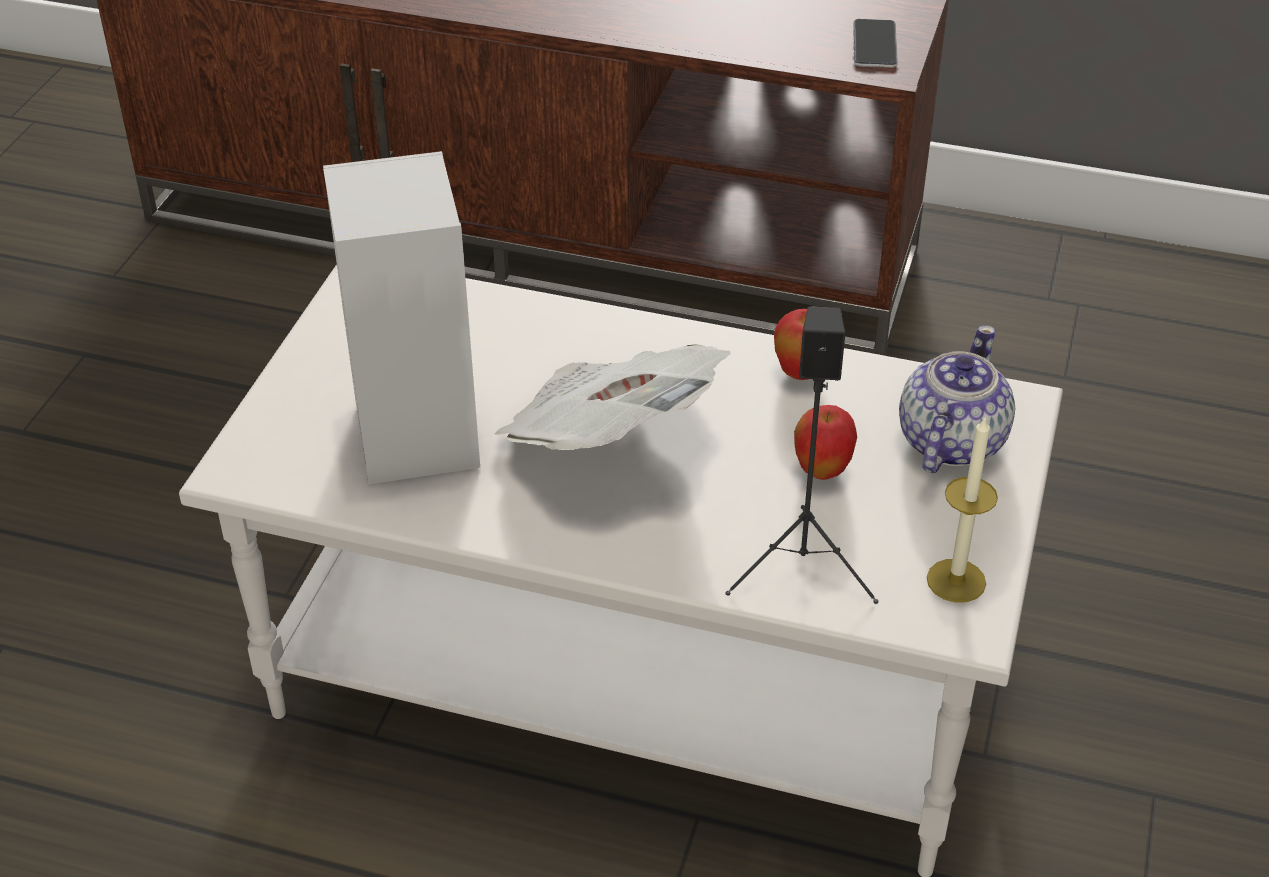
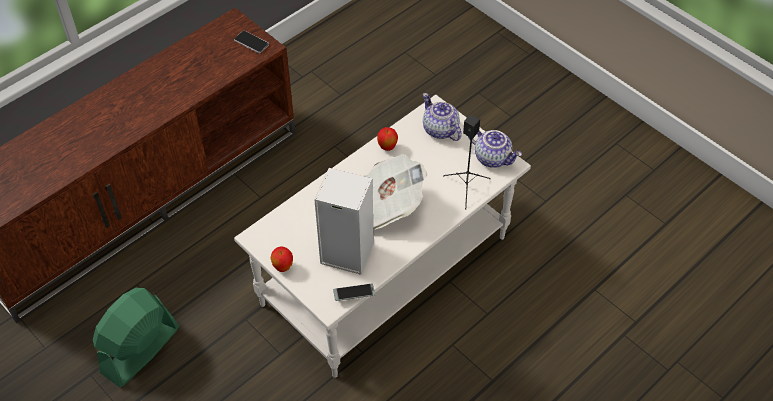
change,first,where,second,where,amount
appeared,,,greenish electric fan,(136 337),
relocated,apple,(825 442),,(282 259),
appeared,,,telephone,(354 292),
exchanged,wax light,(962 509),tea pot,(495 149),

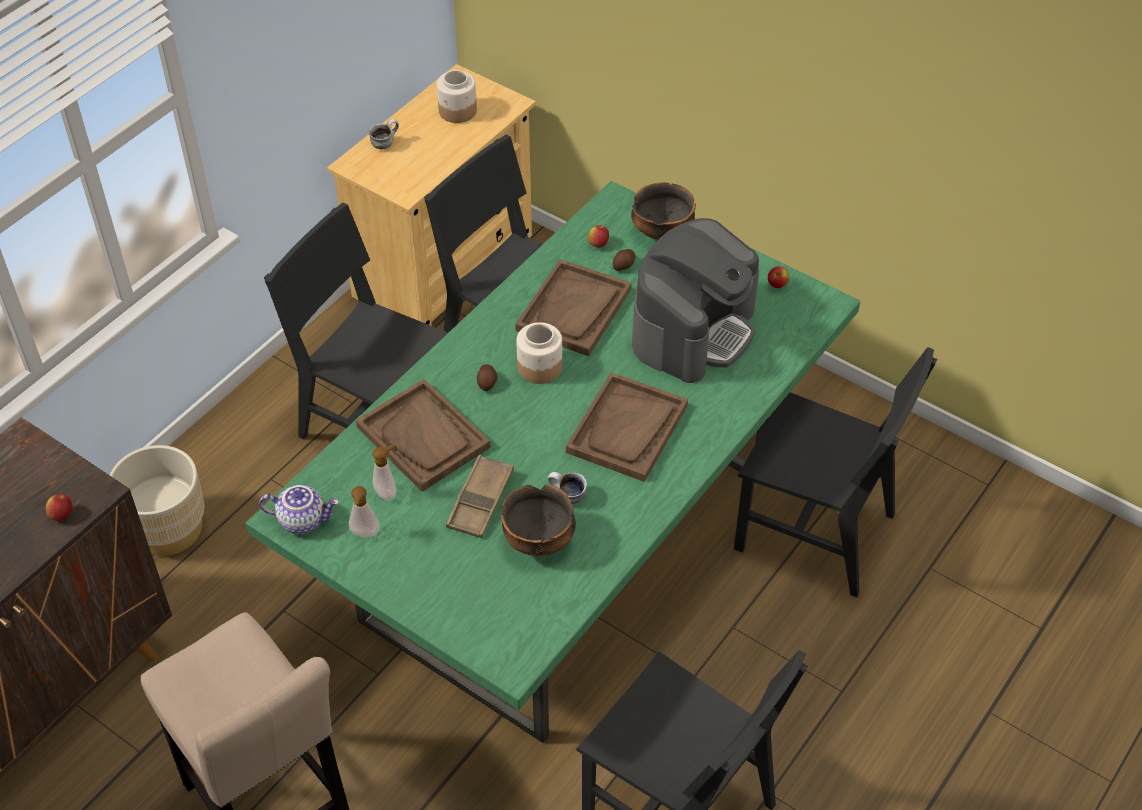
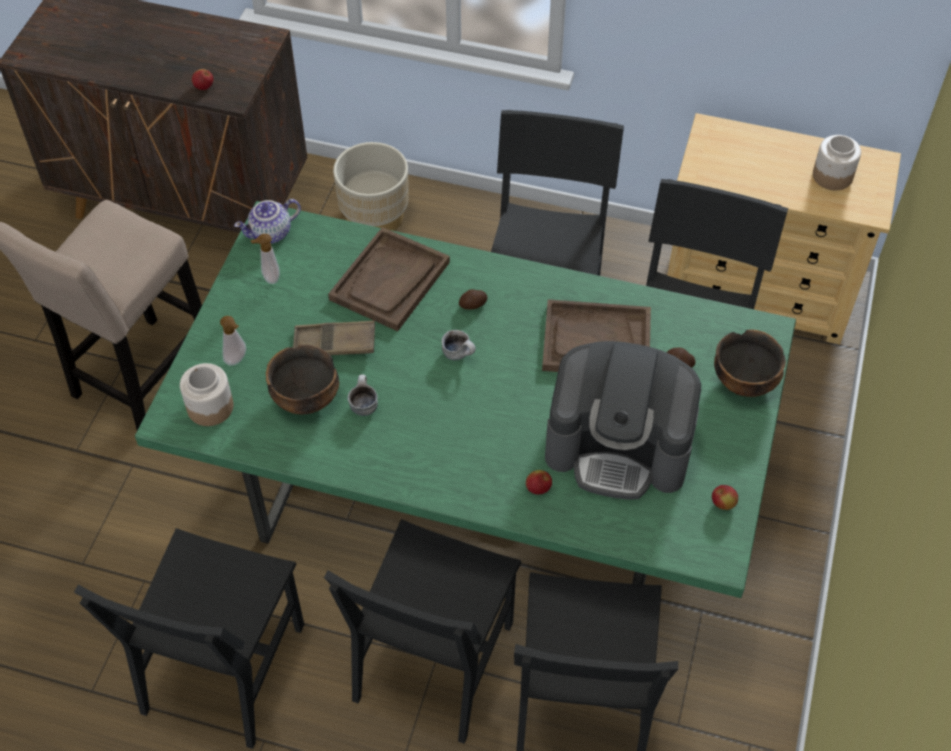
change,first,where,second,where,amount
relocated,preserve jar,(539 353),,(206 394),
relocated,soap bottle,(384 472),,(233 341),
spun,tea pot,(299 509),,(267 221),75 degrees clockwise
appeared,,,black-coloured chair,(422 631),
relocated,mug,(383 134),,(459 345),
relocated,apple,(598 236),,(539 482),
missing,brownish serving tray,(627 427),,,

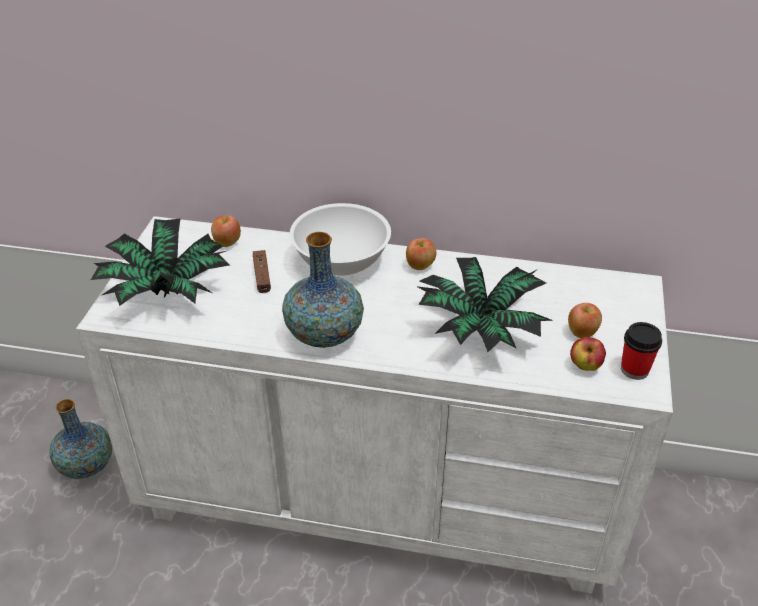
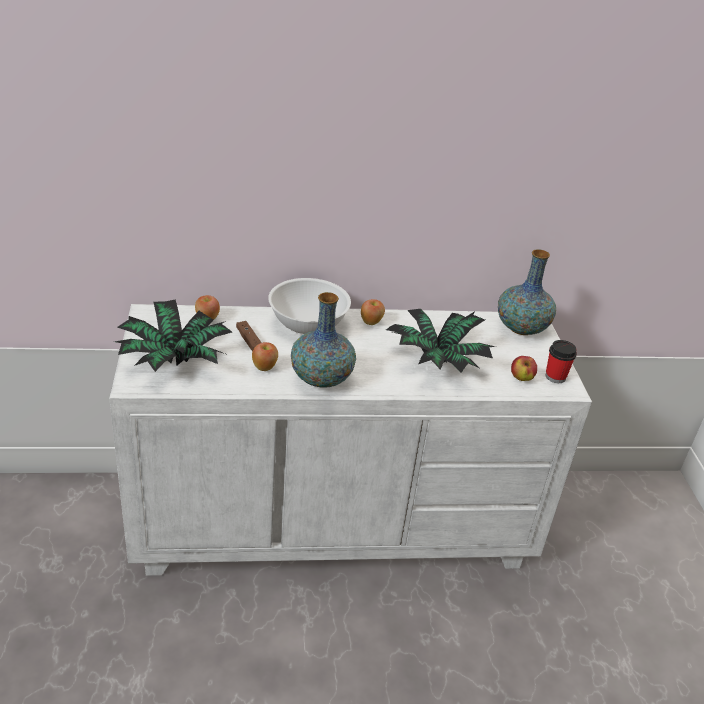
change,first,where,second,where,amount
relocated,apple,(585 320),,(265 356),
relocated,vase,(80 439),,(527 292),

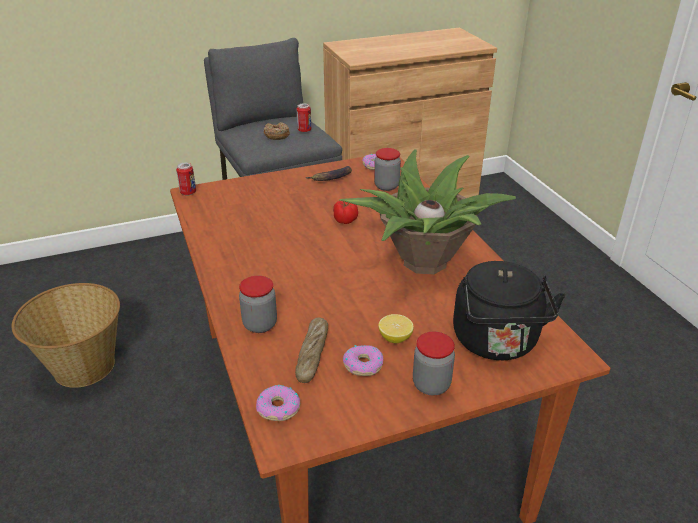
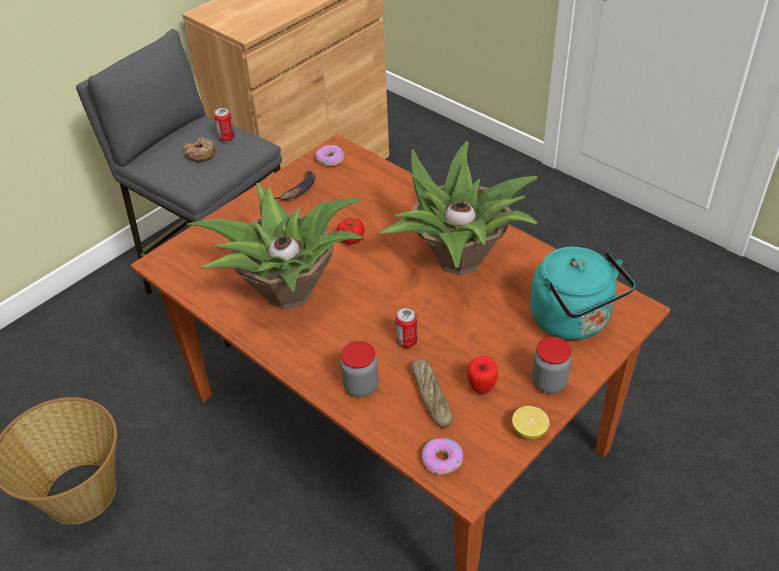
change,first,where,second,where,amount
appeared,,,houseplant,(274 246),
relocated,sealed can,(186 179),,(406 328),
exchanged,donut,(363 360),apple,(482 375),
relocated,lemon,(395 328),,(531 423),
colour,black-coloured water kettle,(509 310),blue-green water kettle,(582 293),
missing,preserve jar,(387 169),,,

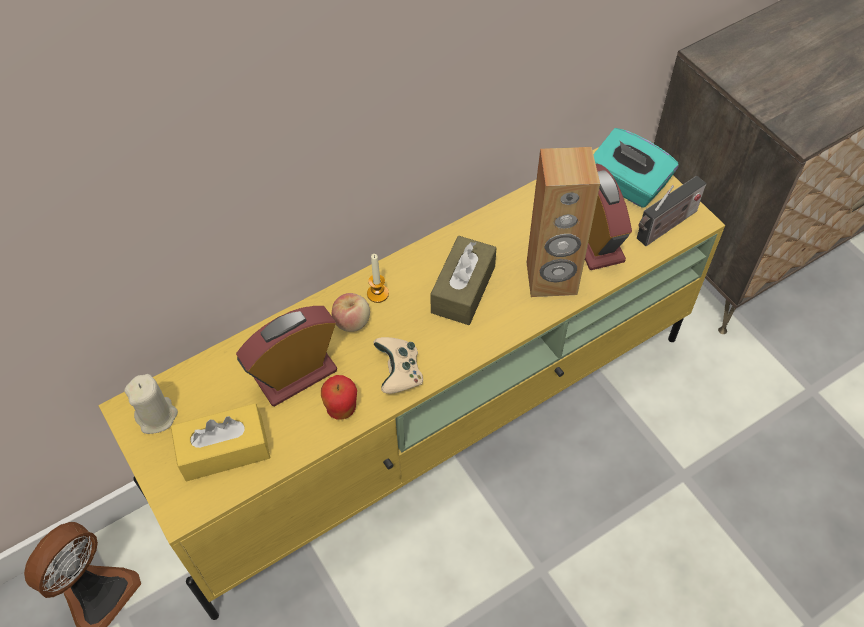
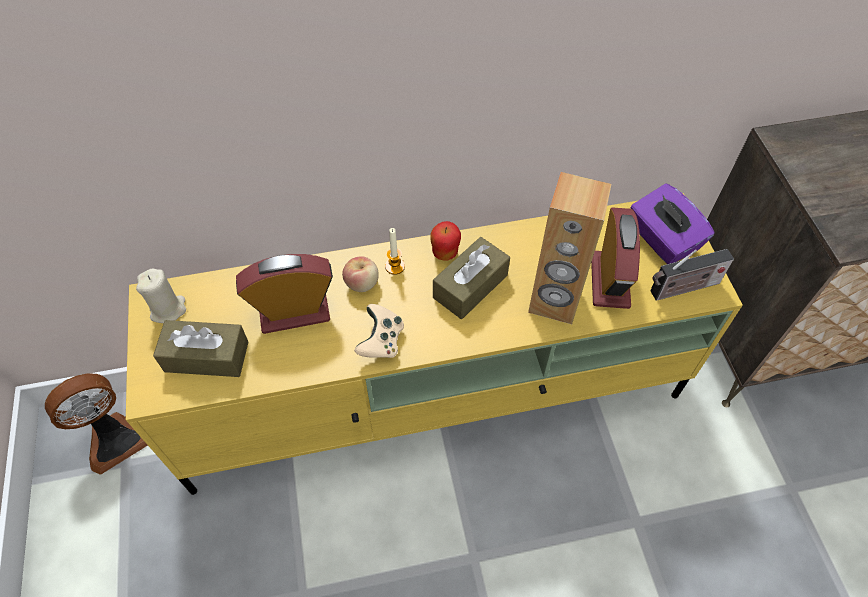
change,first,where,second,where,amount
colour,yellowish tissue holder,(220 442),brownish tissue holder,(200 348),
relocated,apple,(339 397),,(445 241),
colour,blue-green tissue holder,(635 168),purple tissue holder,(672 223),

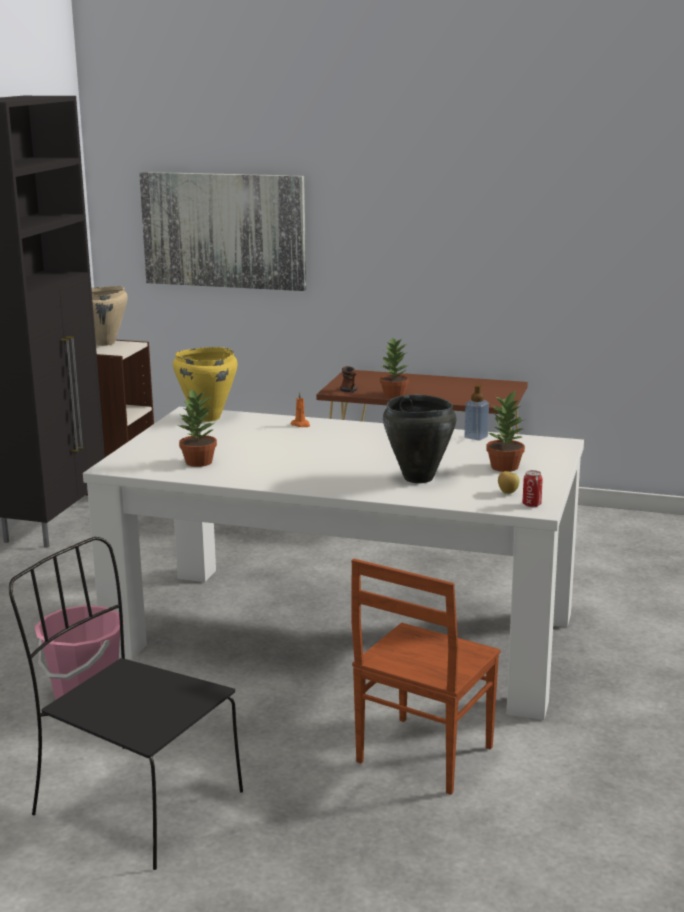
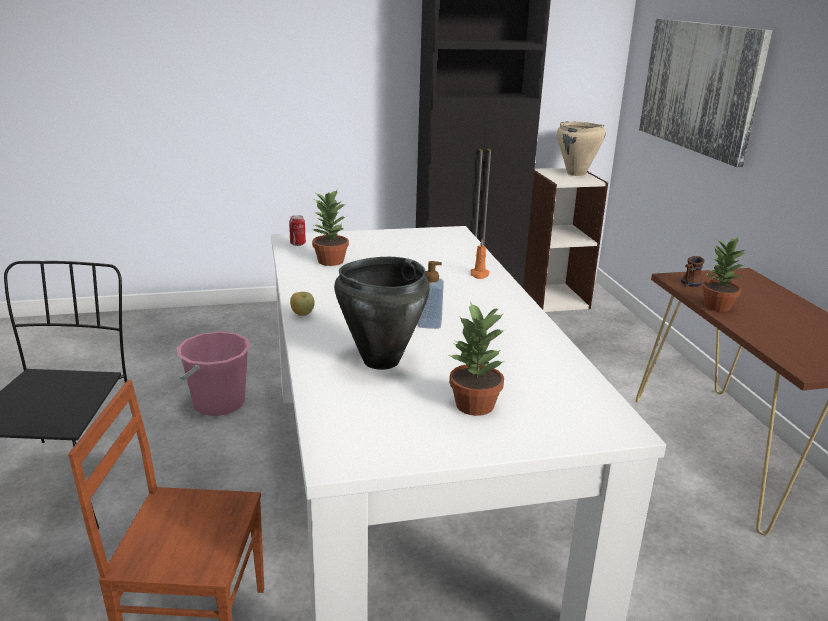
change,first,where,second,where,amount
relocated,sealed can,(533 488),,(297 230),
relocated,apple,(508 482),,(302 304),
relocated,soap bottle,(476 412),,(430 295),
missing,yellowish cooking pot,(205 384),,,

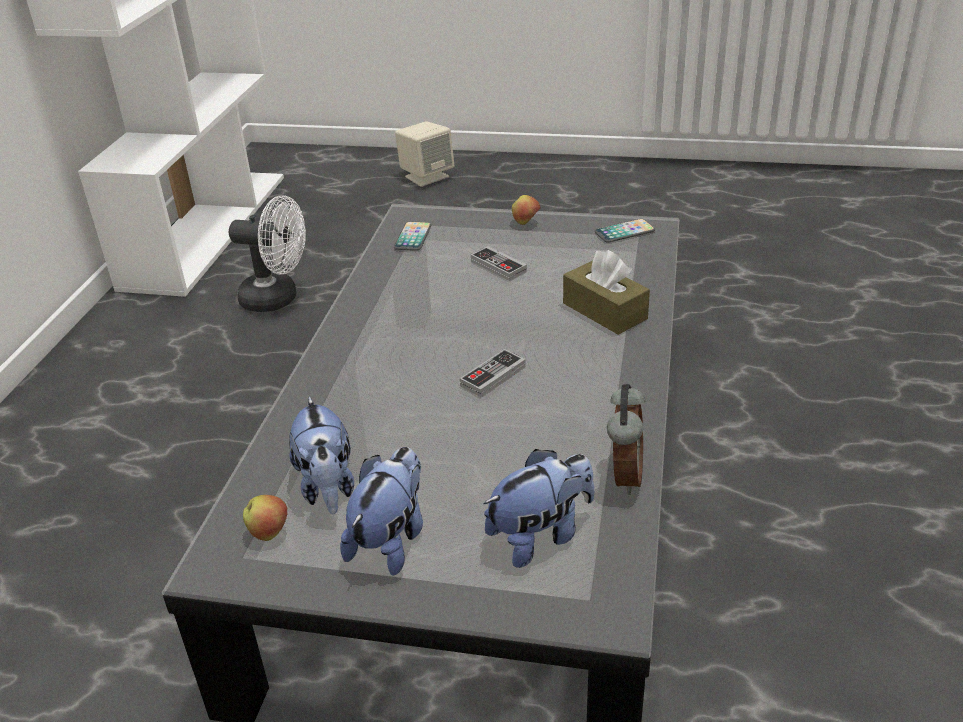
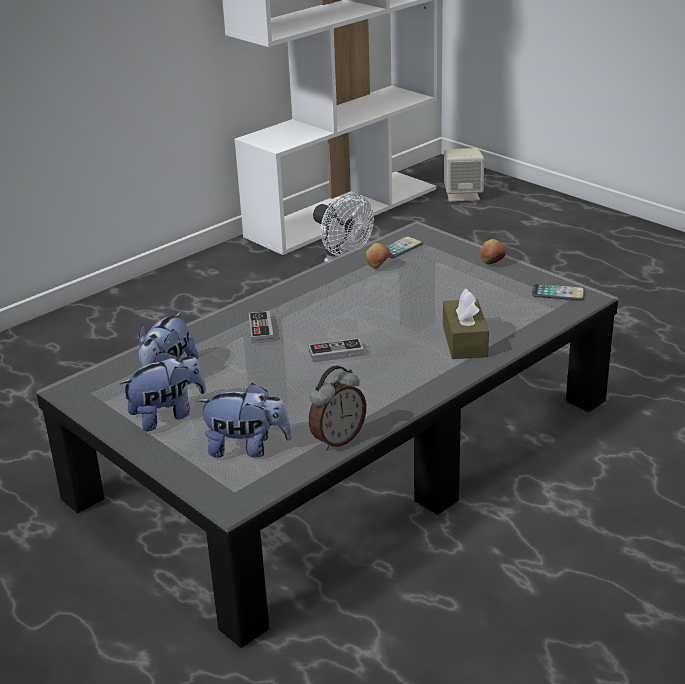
change,first,where,second,where,amount
relocated,joypad,(499 263),,(261 327),
relocated,apple,(265 518),,(378 256),
relocated,sand-coloured loudspeaker,(424 154),,(464 175),

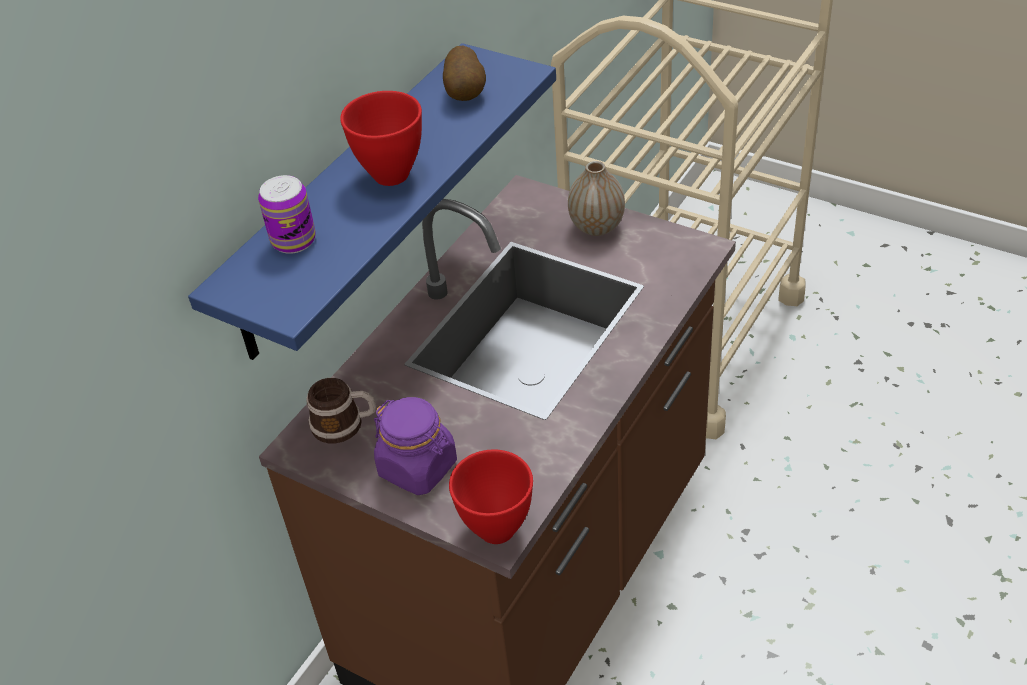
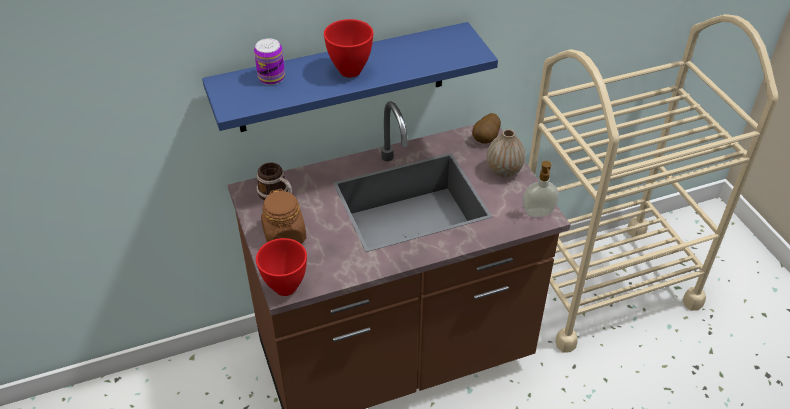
change,first,where,second,where,amount
colour,purple preserve jar,(415 446),brownish preserve jar,(283 216),
relocated,potato,(464 73),,(486 128),
appeared,,,soap bottle,(540 189),

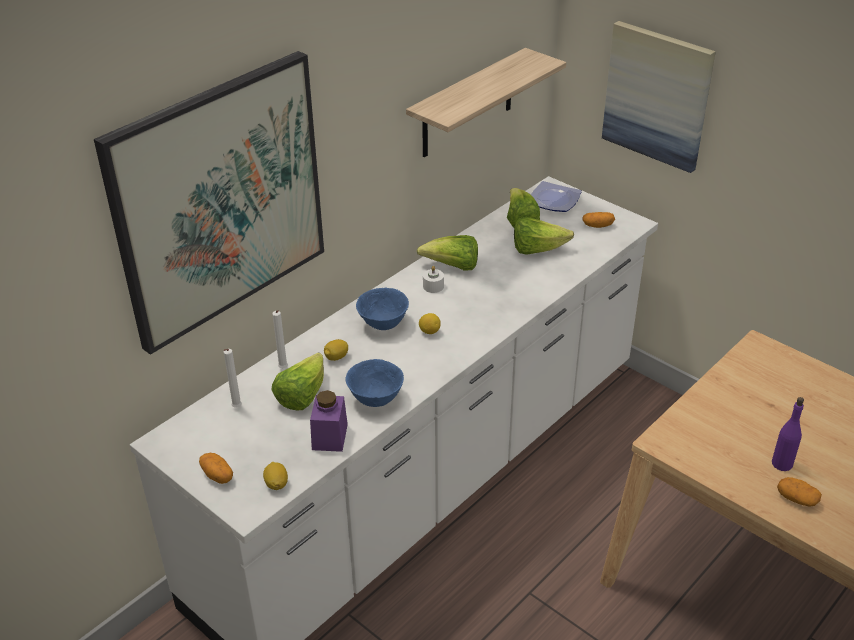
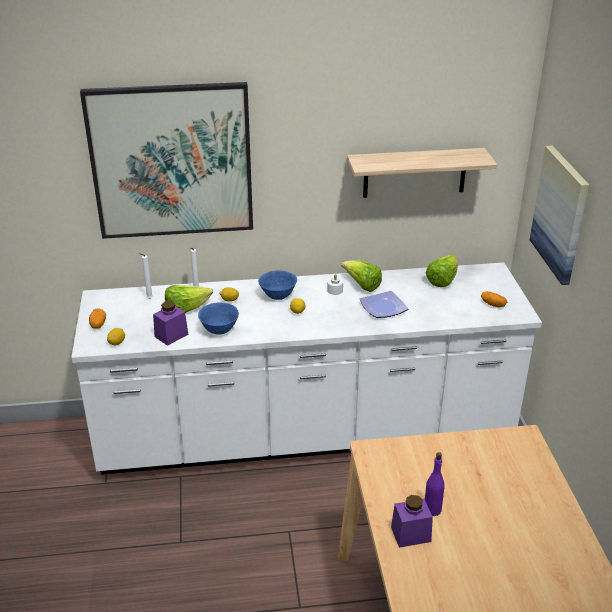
change,first,where,second,where,amount
relocated,dinner plate,(556 196),,(384 304),
exchanged,potato,(799 492),purple preserve jar,(412 521),
missing,lettuce head,(544 236),,,

